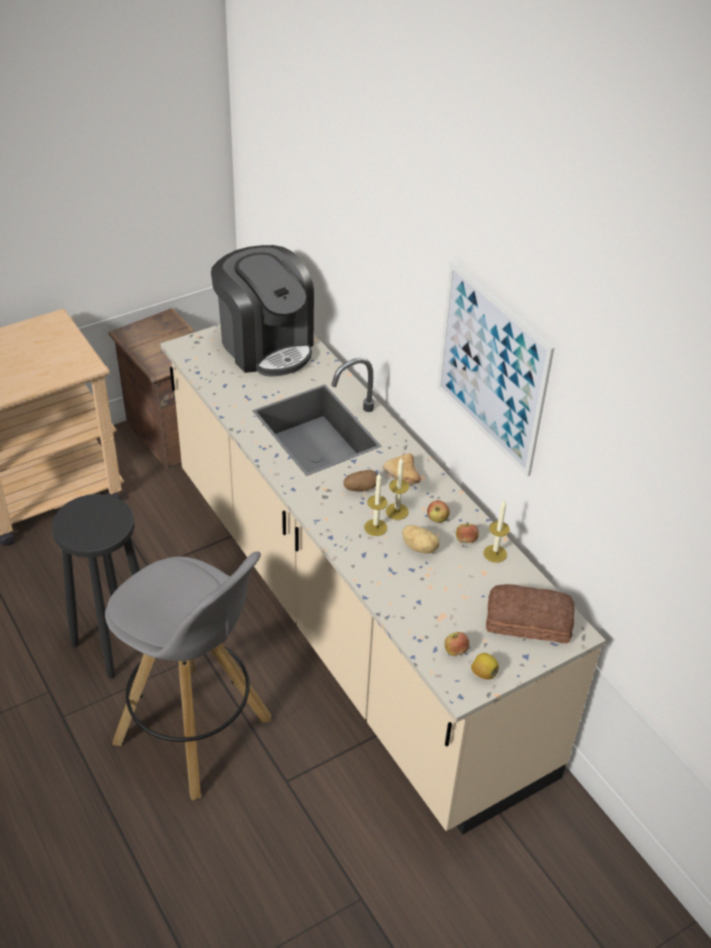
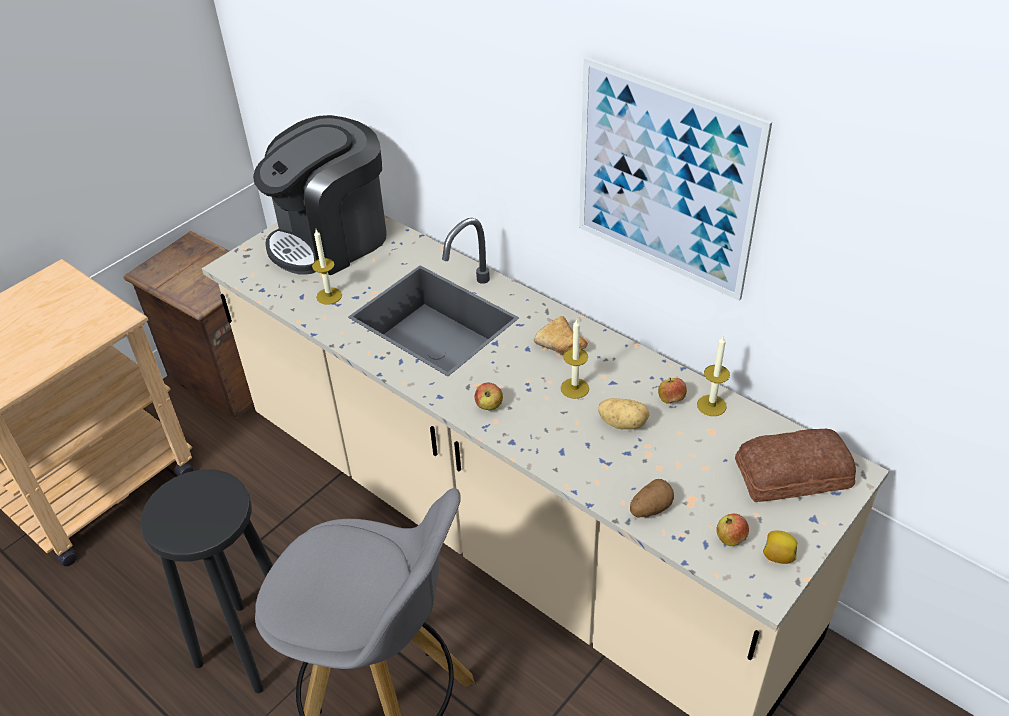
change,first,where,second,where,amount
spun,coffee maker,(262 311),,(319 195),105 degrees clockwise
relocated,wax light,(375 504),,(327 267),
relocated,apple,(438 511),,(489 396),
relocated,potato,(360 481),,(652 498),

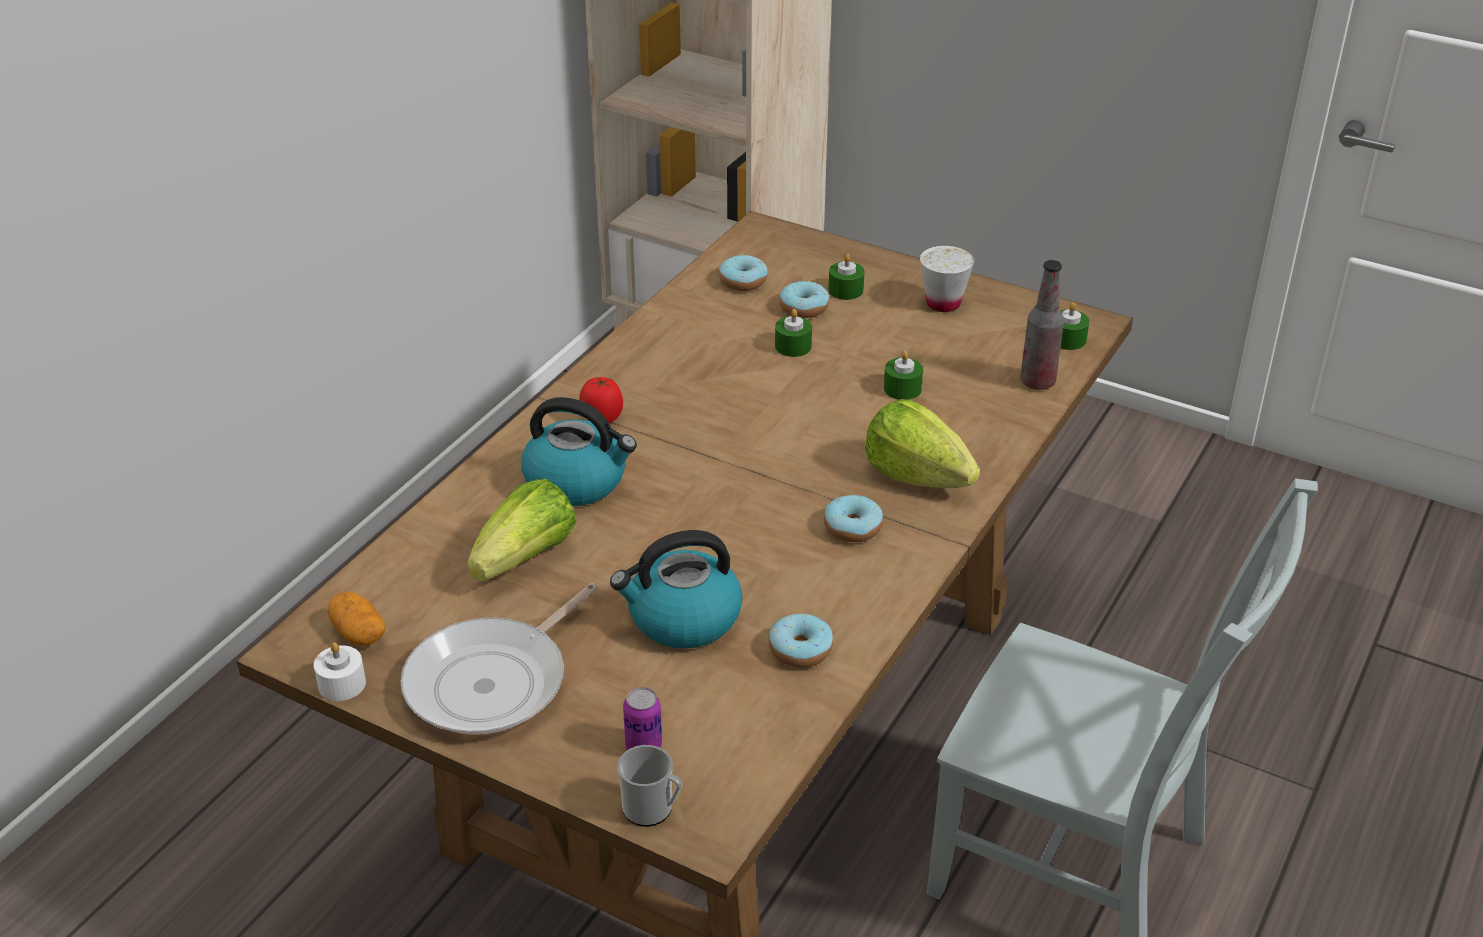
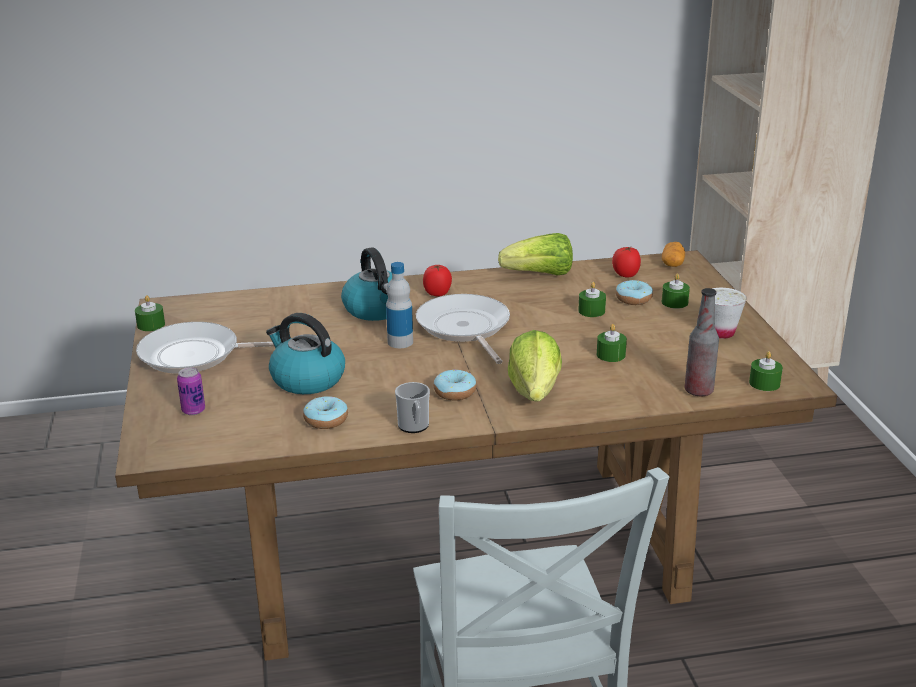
change,first,where,second,where,amount
colour,white-coloured wax light,(340 672),greenish wax light,(150 313),
appeared,,,bottle,(399 305),
relocated,mug,(649 786),,(412 407),
appeared,,,frying pan,(463 329),
relocated,lettuce head,(522 530),,(535 254),
exchanged,donut,(743 272),tomato,(626 262),
relocated,potato,(356 619),,(673 254),

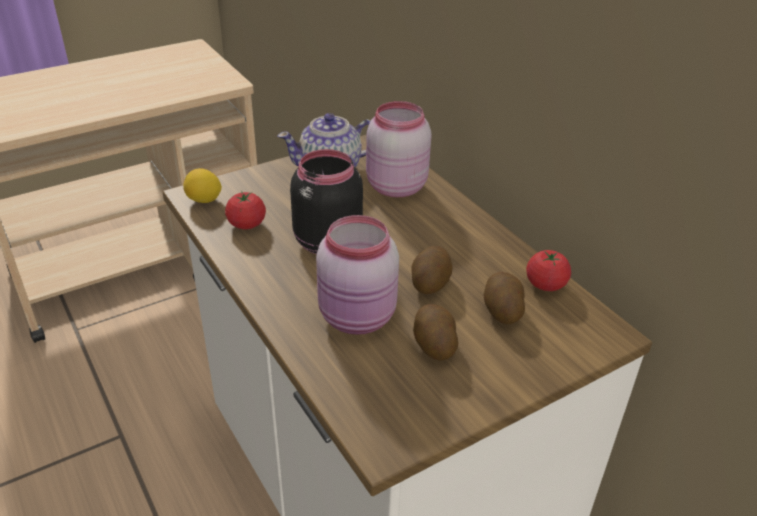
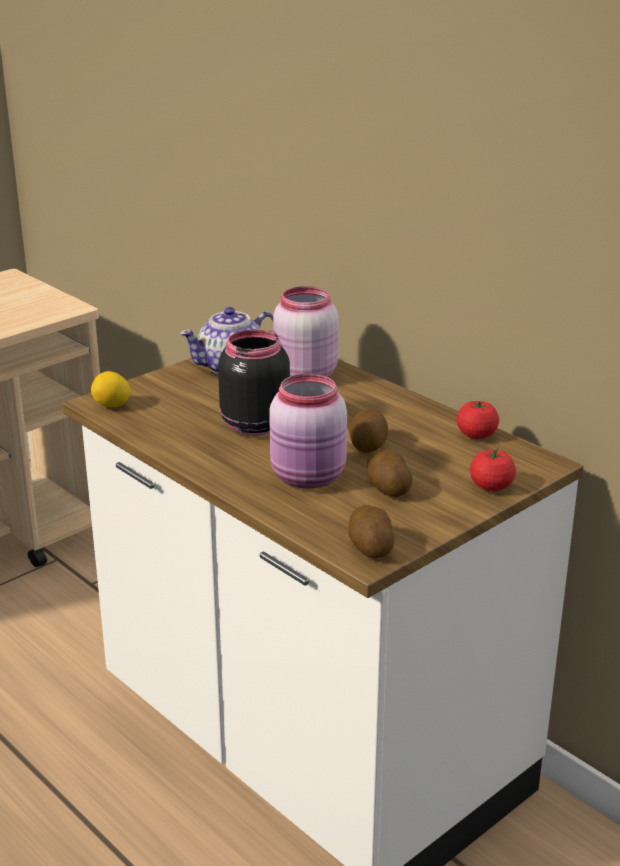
change,first,where,second,where,amount
relocated,potato,(504 298),,(371 531),
relocated,tomato,(245 210),,(493 469),

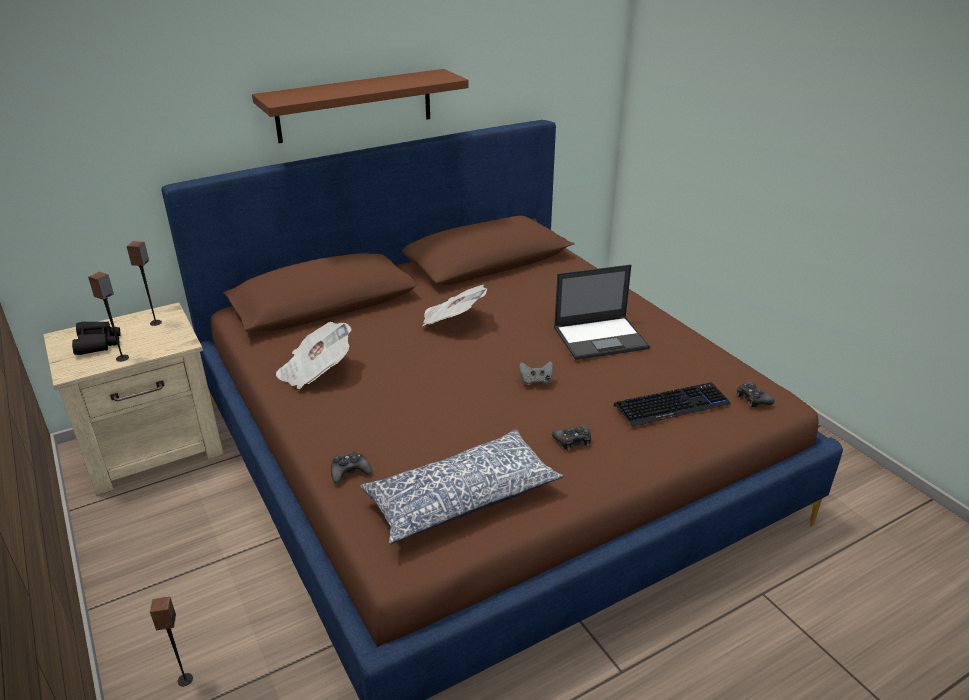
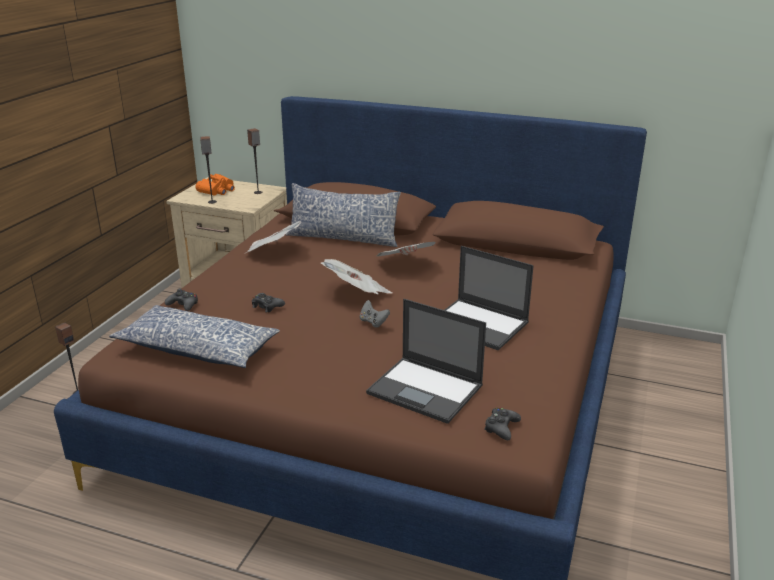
change,first,where,second,where,amount
colour,black-coloured field glasses,(96 338),orangey field glasses,(215 185),
relocated,black-coloured joypad,(571 438),,(268 302),
appeared,,,pillow,(343 215),
appeared,,,printed paper,(356 276),
exchanged,PC keyboard,(672 404),laptop,(426 361),
missing,brownish shelf,(360 106),,,

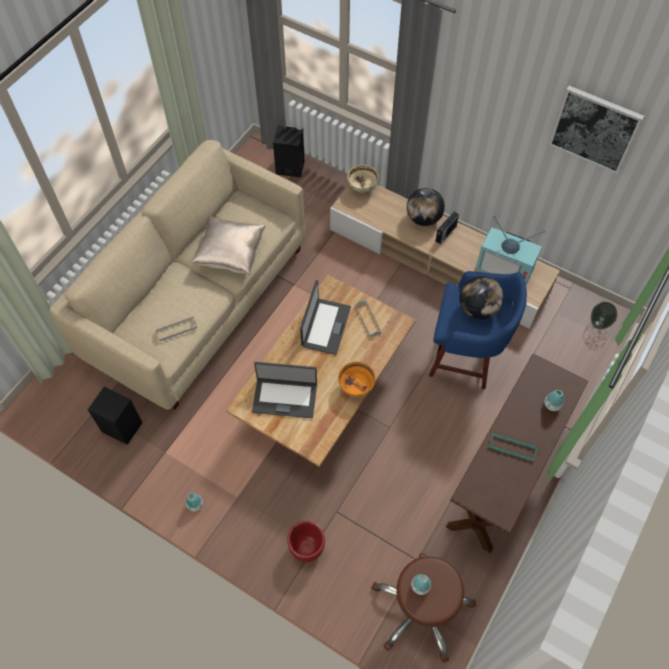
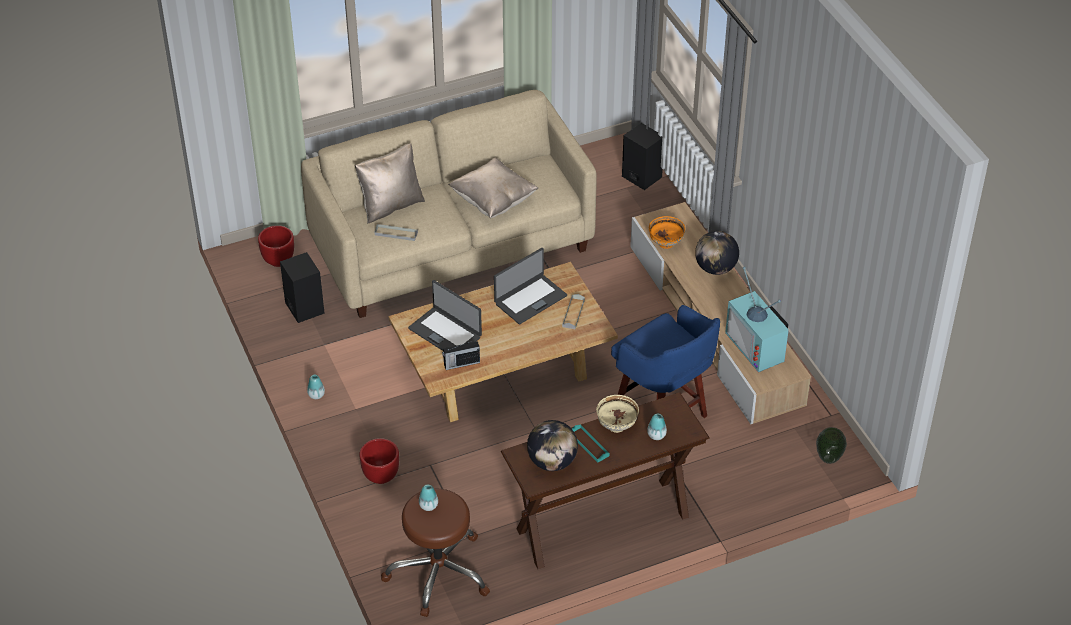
change,first,where,second,where,amount
appeared,,,reddish planter,(276 246),
appeared,,,sand-coloured pillow,(390 183),
relocated,radio set,(447 228),,(461 355),
relocated,world globe,(482 297),,(552 445),
relocated,sand-coloured bowl,(362 179),,(617 414),
relocated,orangey bowl,(357 379),,(667 232),
missing,wall picture,(596 130),,,

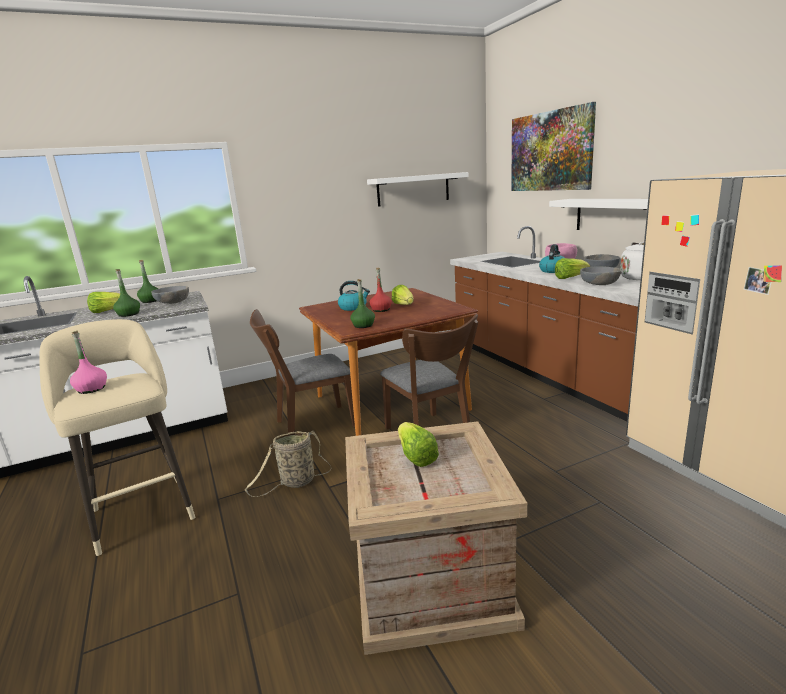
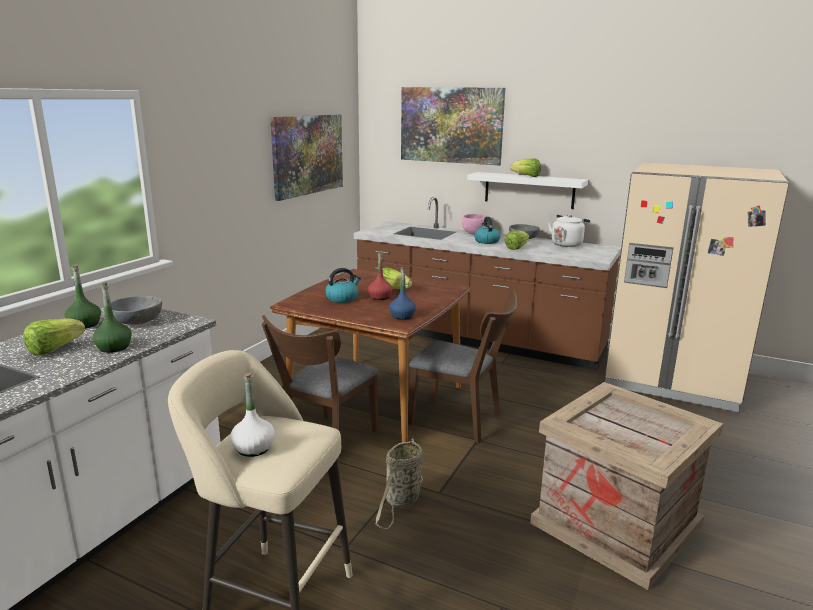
change,first,where,second,where,amount
colour,pinkish bottle,(88 362),white-coloured bottle,(252 414),
exchanged,white-coloured shelf,(417 189),wall picture,(306 158),
colour,greenish bottle,(362 303),bluish bottle,(402 293),
relocated,lettuce head,(418 444),,(525 167),
missing,grey bowl,(600 275),,,

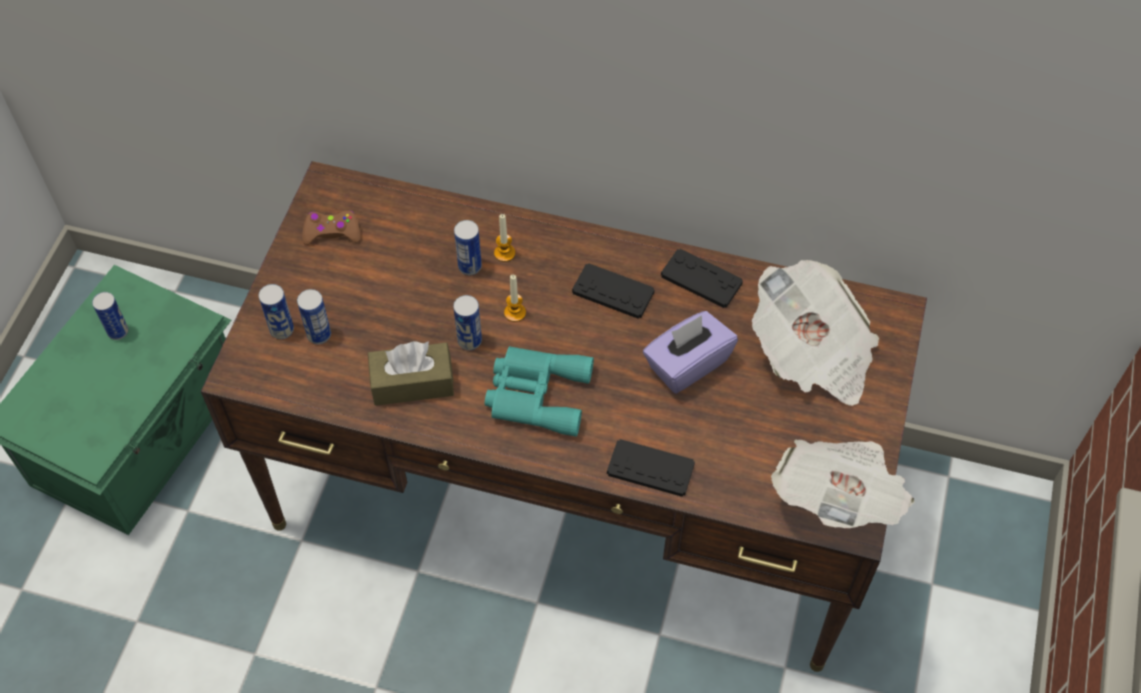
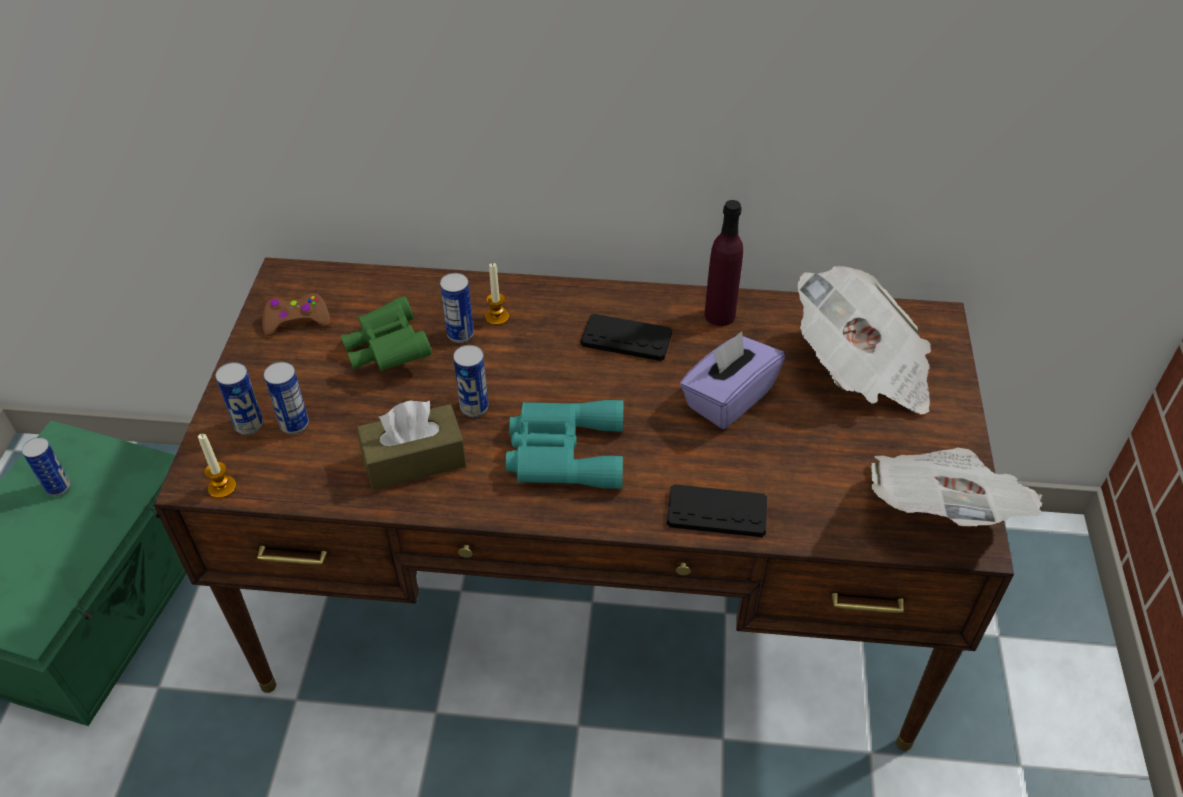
change,first,where,second,where,amount
relocated,wax light,(515 298),,(217 466),
appeared,,,greenish field glasses,(386 334),
exchanged,black-coloured joypad,(702 278),purple bottle,(724 263),

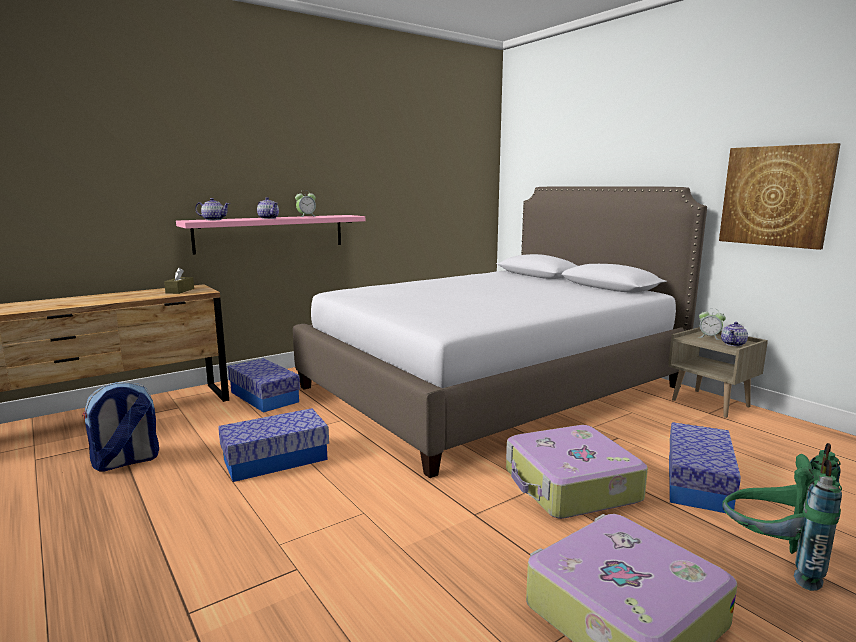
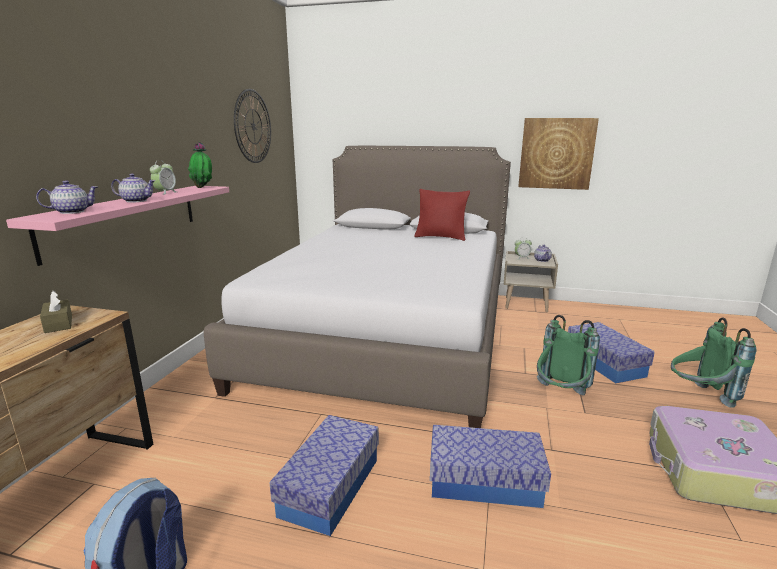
change,first,where,second,where,amount
appeared,,,houseplant,(200 165),
appeared,,,hanging clock,(252 126),
appeared,,,reddish pillow,(442 215),
relocated,storage container,(264 385),,(490 466),
exchanged,travel case,(577 472),greenish rucksack,(568 355),

